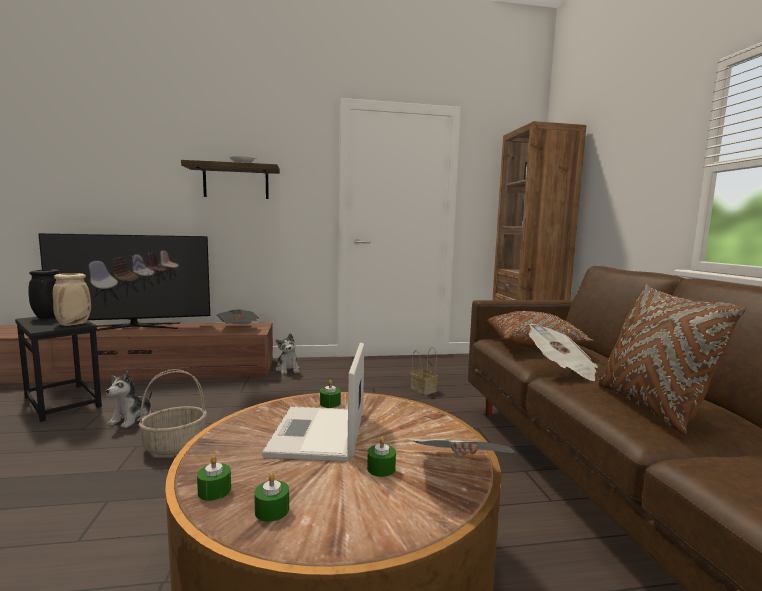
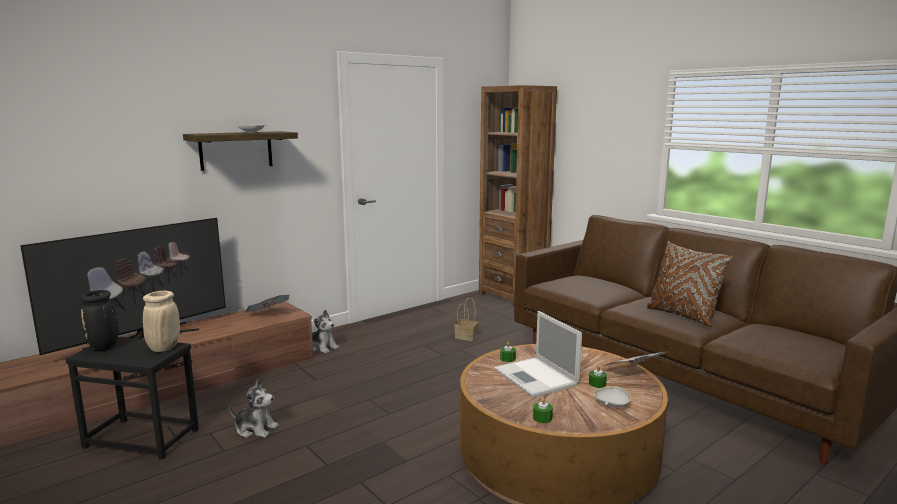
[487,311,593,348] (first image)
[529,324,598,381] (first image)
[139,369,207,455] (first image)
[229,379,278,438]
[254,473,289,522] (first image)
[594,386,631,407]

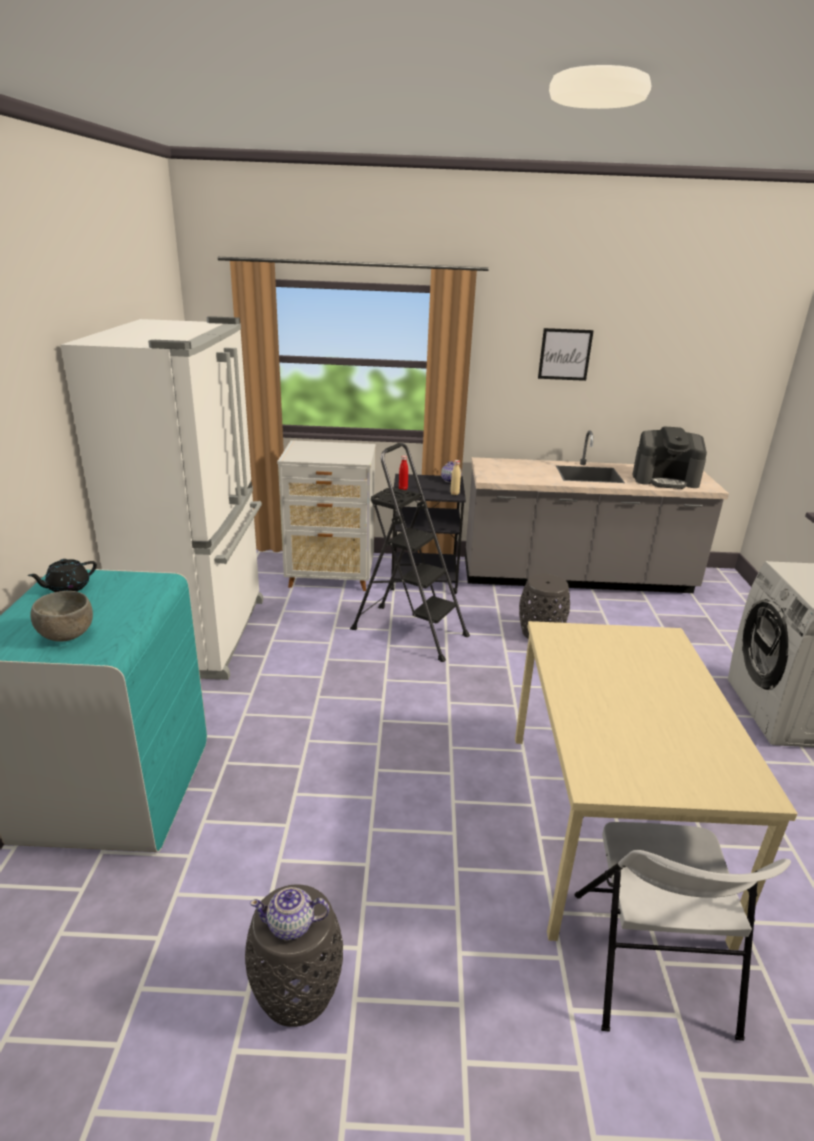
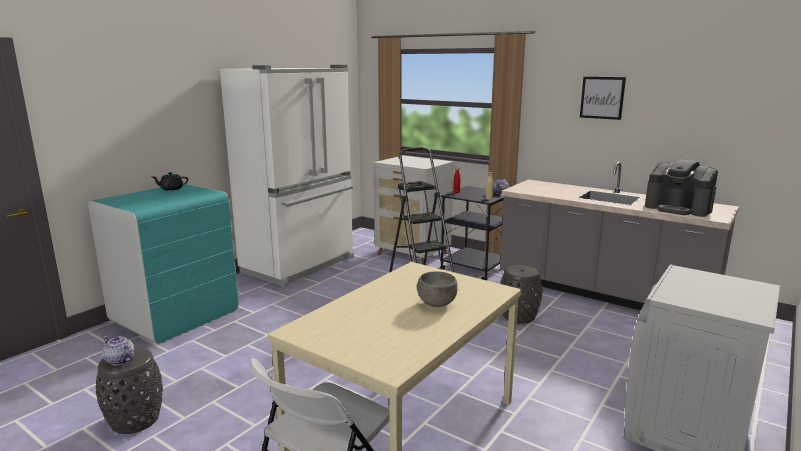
[417,271,458,307]

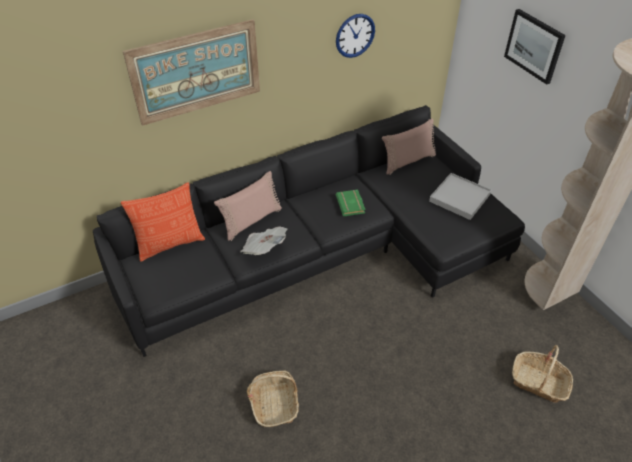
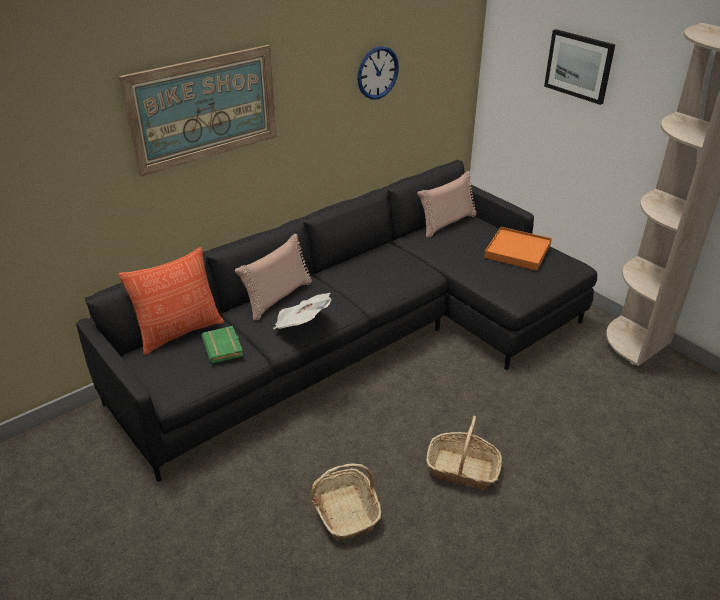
[484,227,552,271]
[201,326,243,364]
[426,415,502,490]

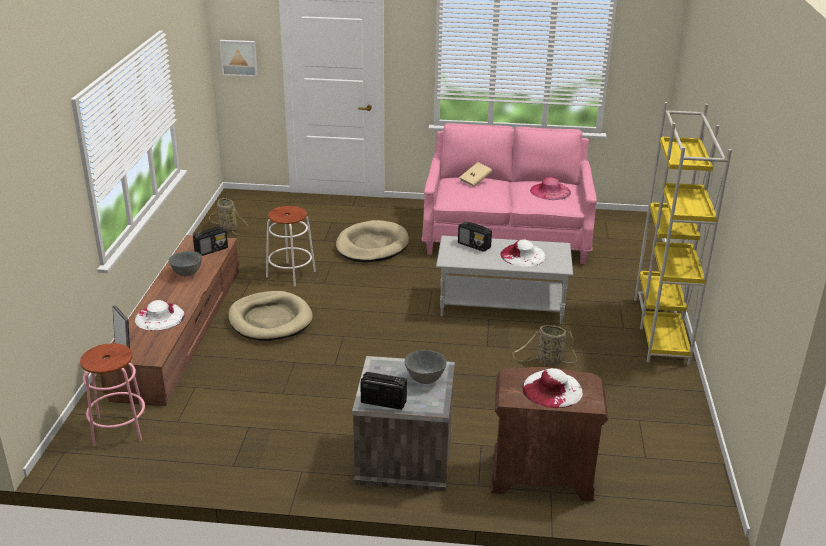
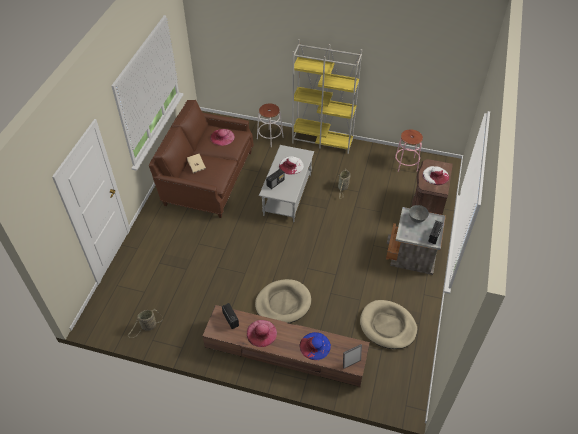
[220,40,258,77] (first image)
[149,100,254,218]
[257,104,284,147]
[360,300,417,349]
[247,320,277,347]
[299,332,331,360]
[395,129,423,172]

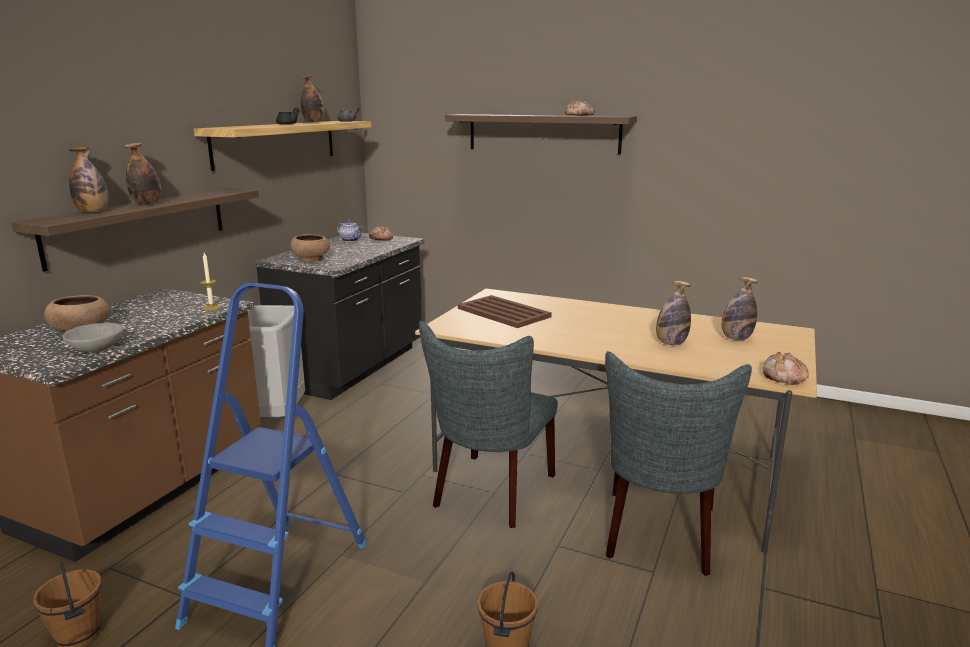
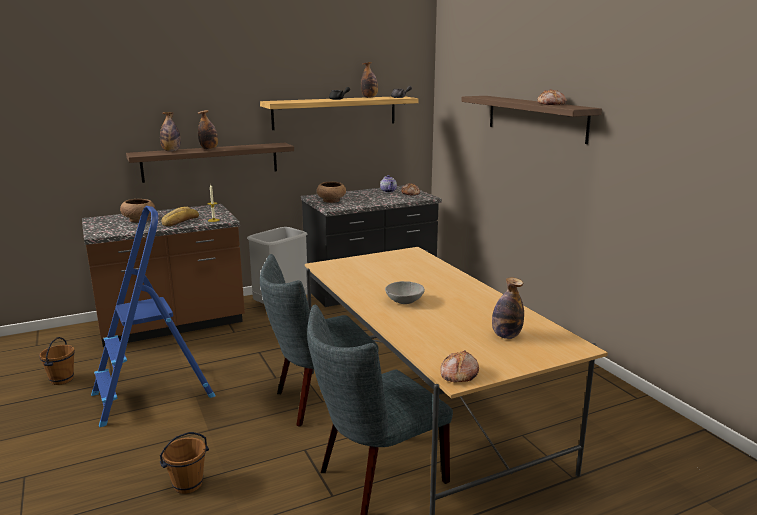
[656,280,691,345] (first image)
[458,295,552,328] (first image)
[385,281,425,304]
[161,207,199,226]

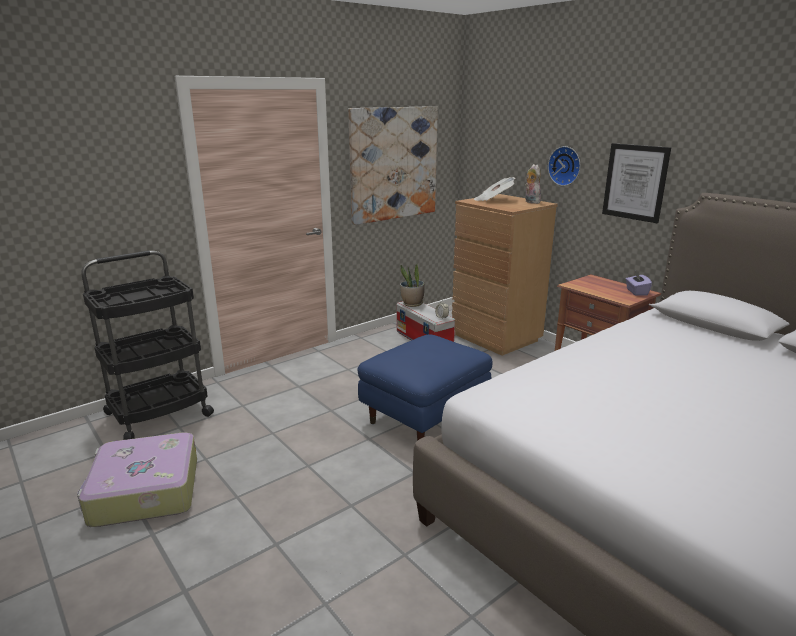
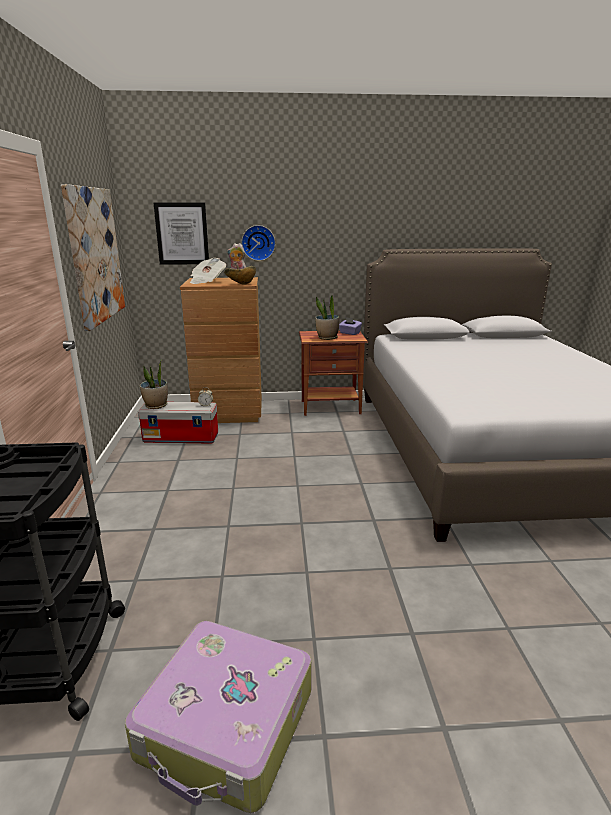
[154,203,209,265]
[357,334,492,441] (first image)
[224,266,256,285]
[315,296,339,340]

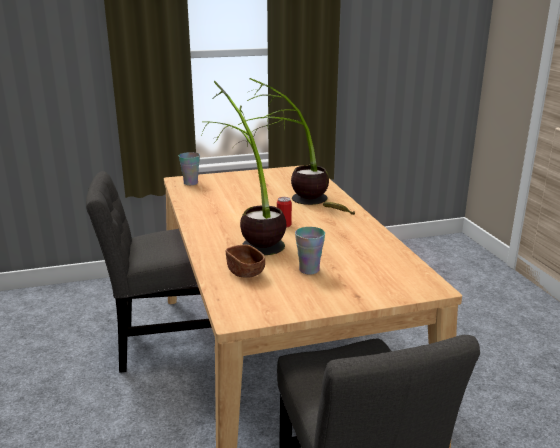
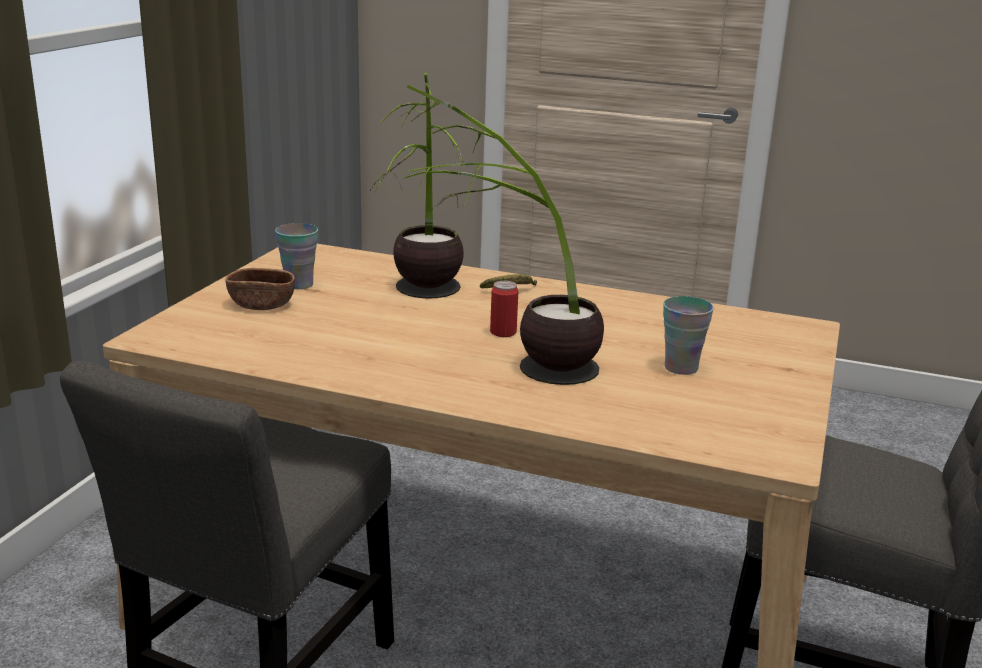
[275,223,318,289]
[225,268,295,310]

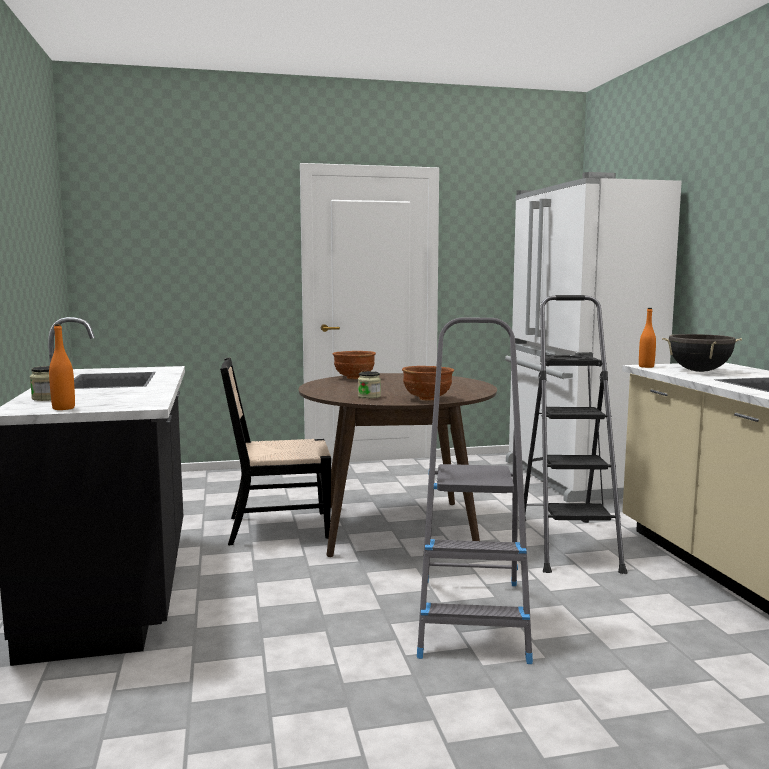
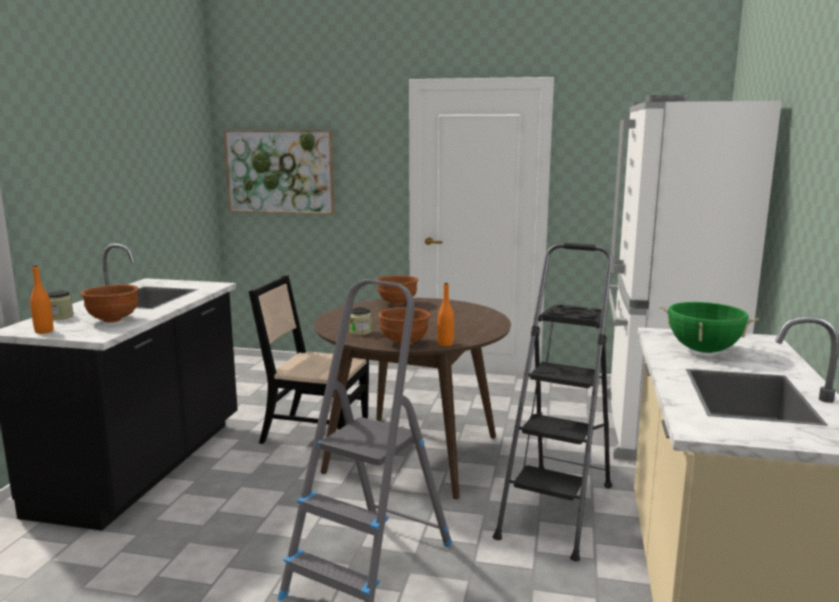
[438,283,454,346]
[660,302,759,353]
[223,130,335,215]
[81,284,139,323]

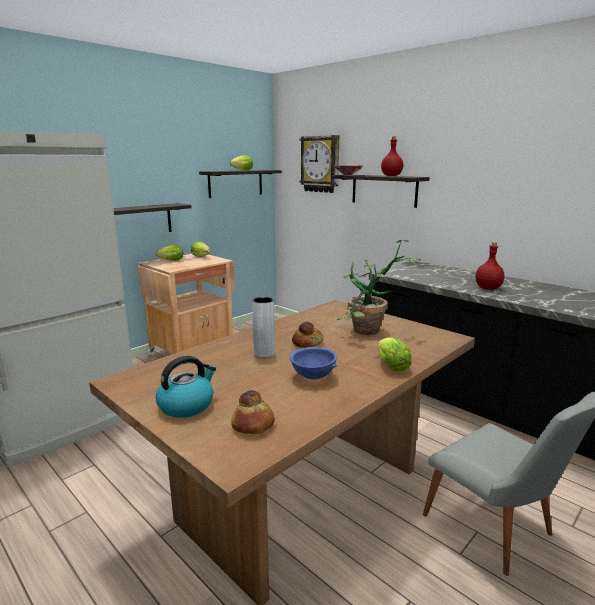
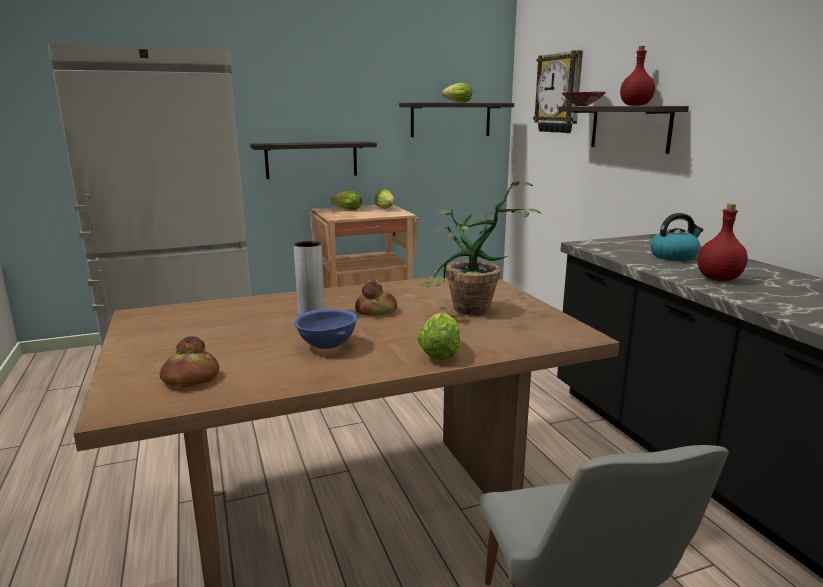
[651,213,703,261]

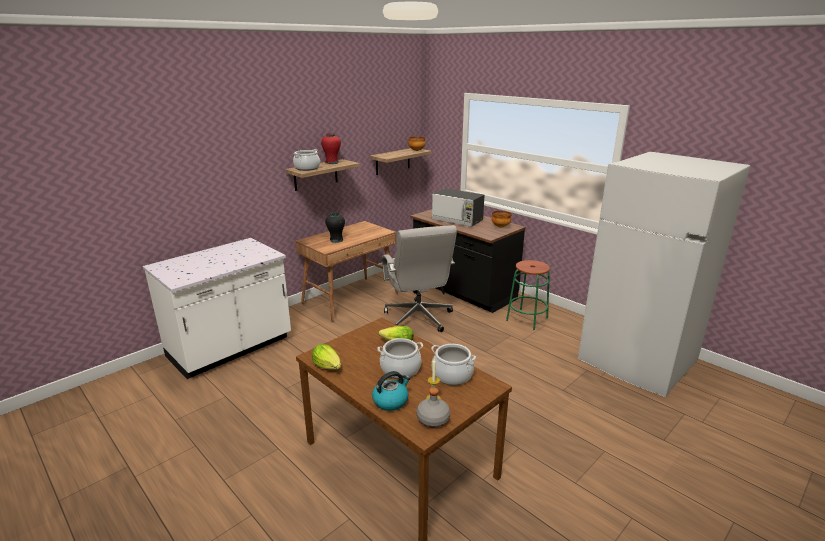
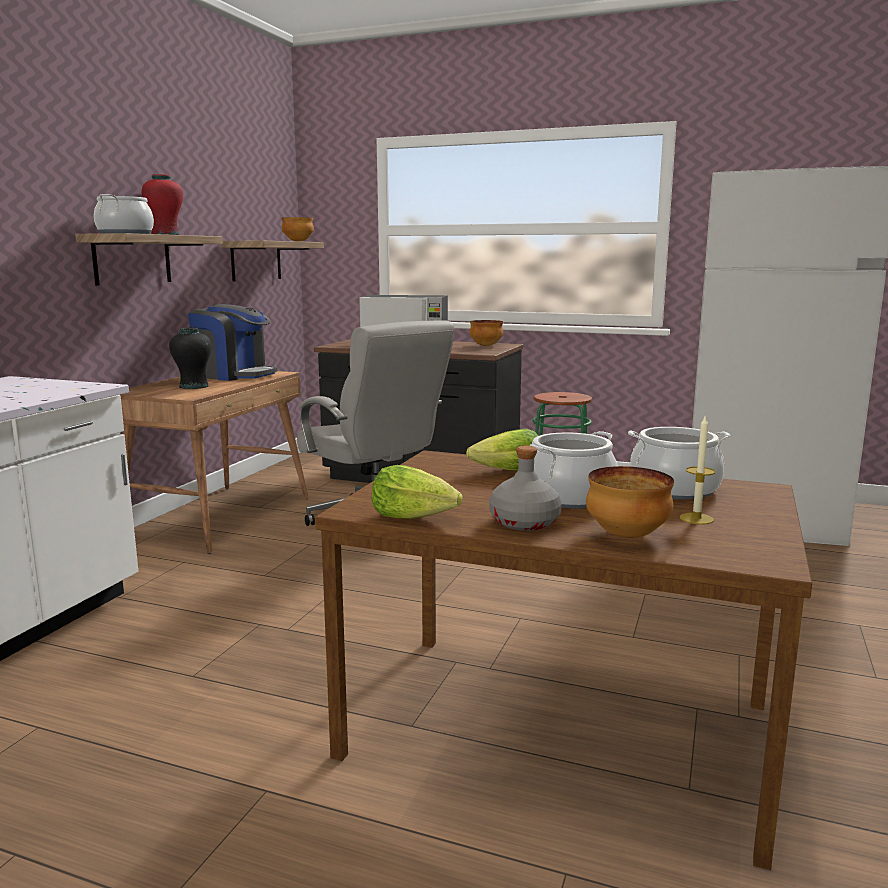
[586,466,674,538]
[489,446,562,531]
[188,304,278,381]

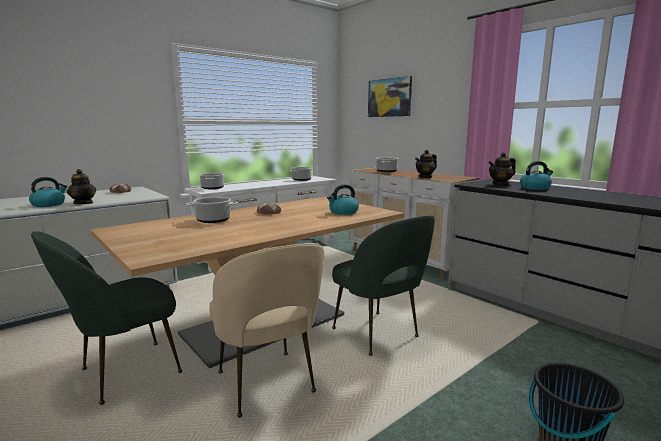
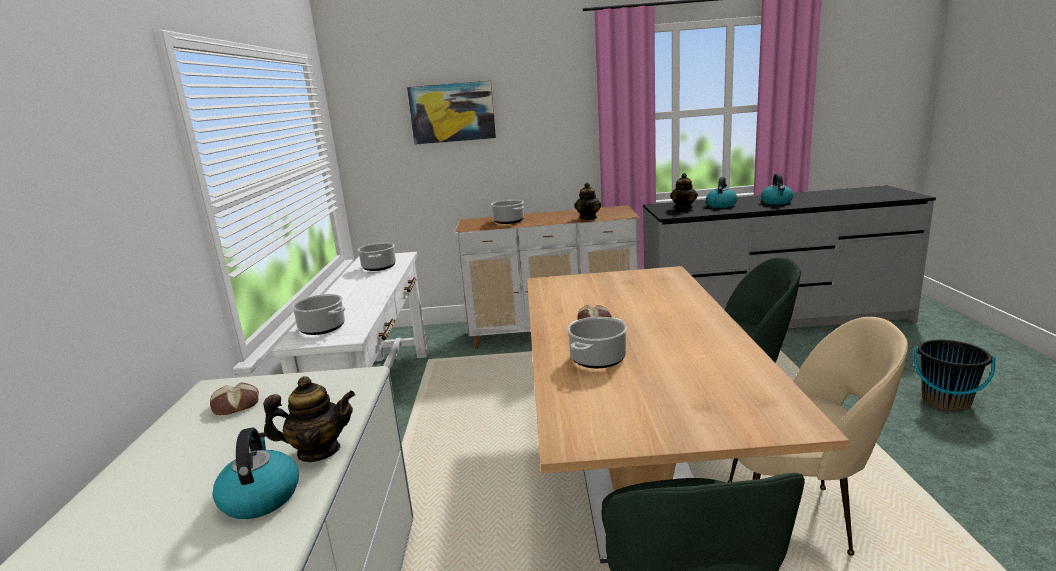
[761,174,793,205]

